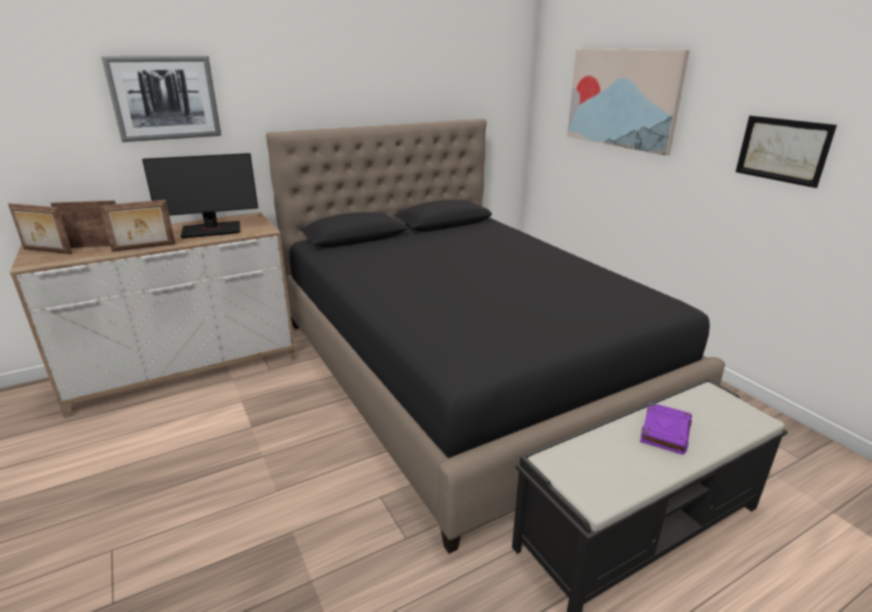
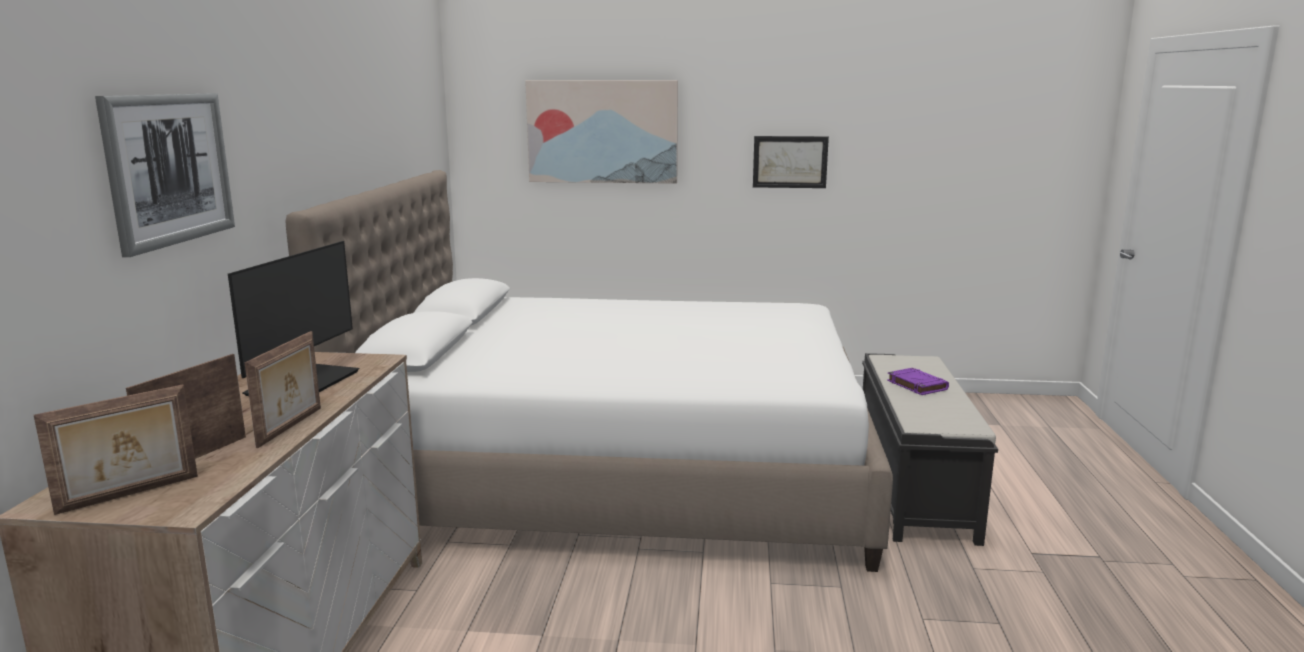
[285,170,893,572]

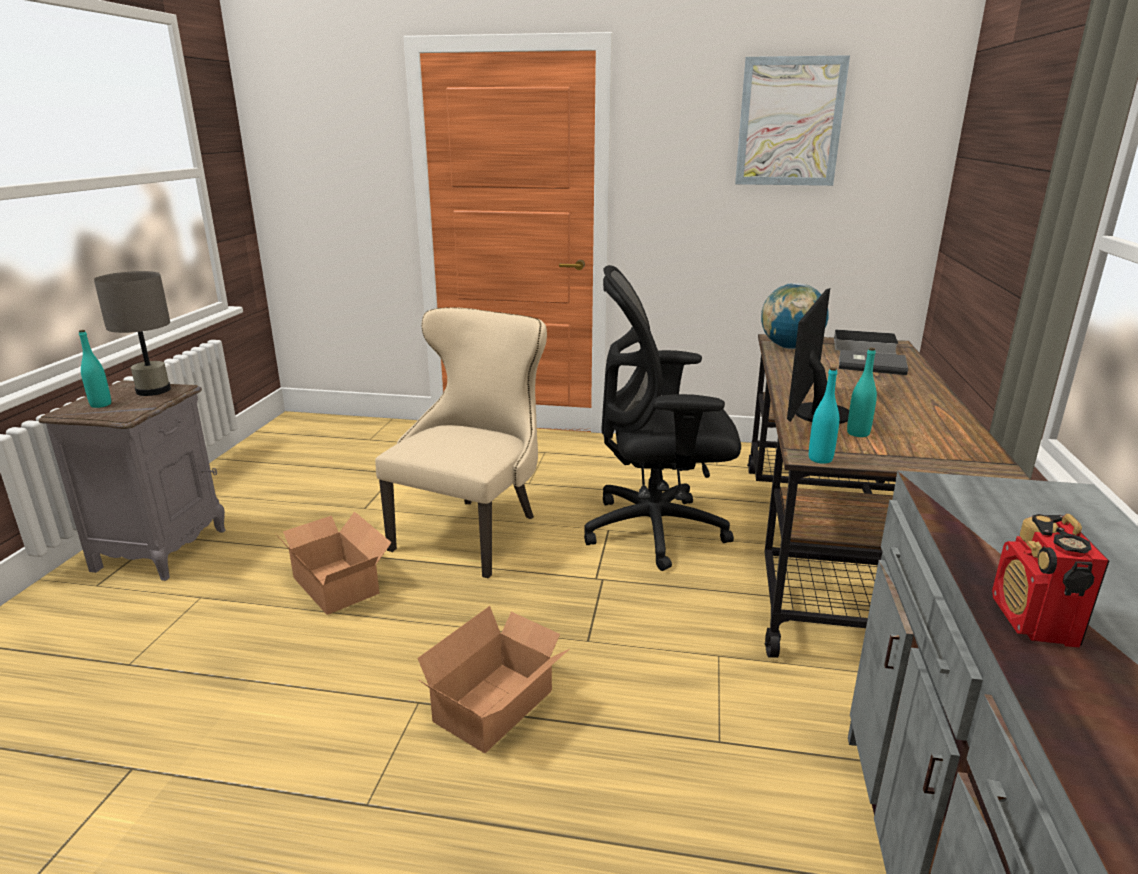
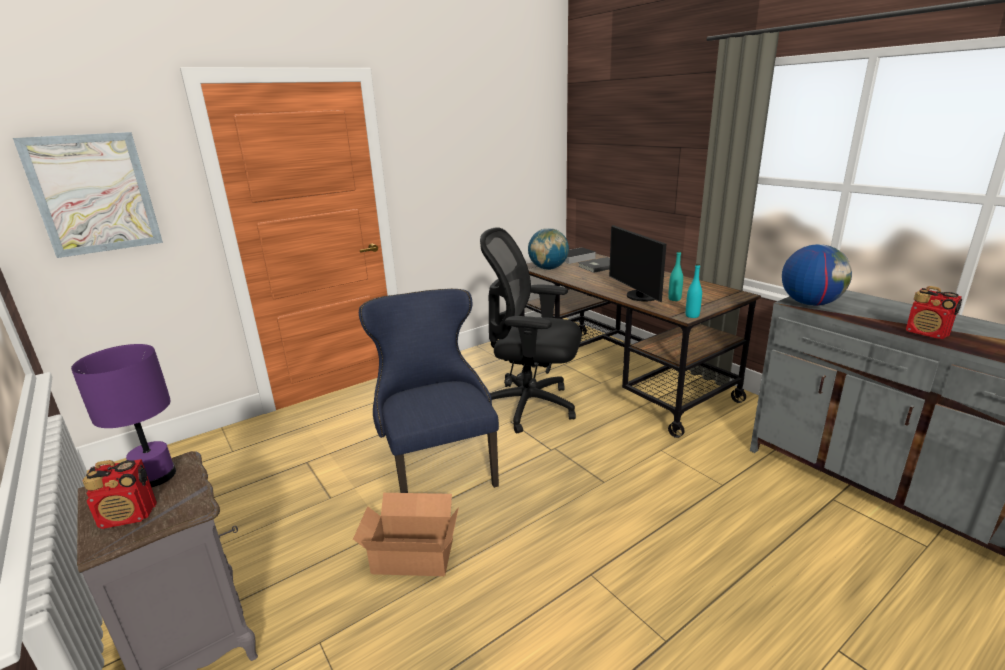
[13,132,163,258]
[480,227,582,434]
[71,344,176,487]
[359,288,499,493]
[83,459,157,529]
[418,606,569,753] (first image)
[782,244,852,306]

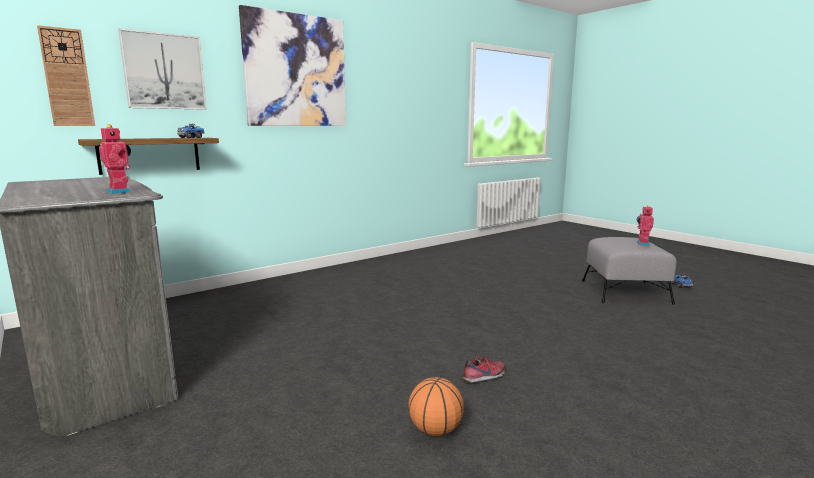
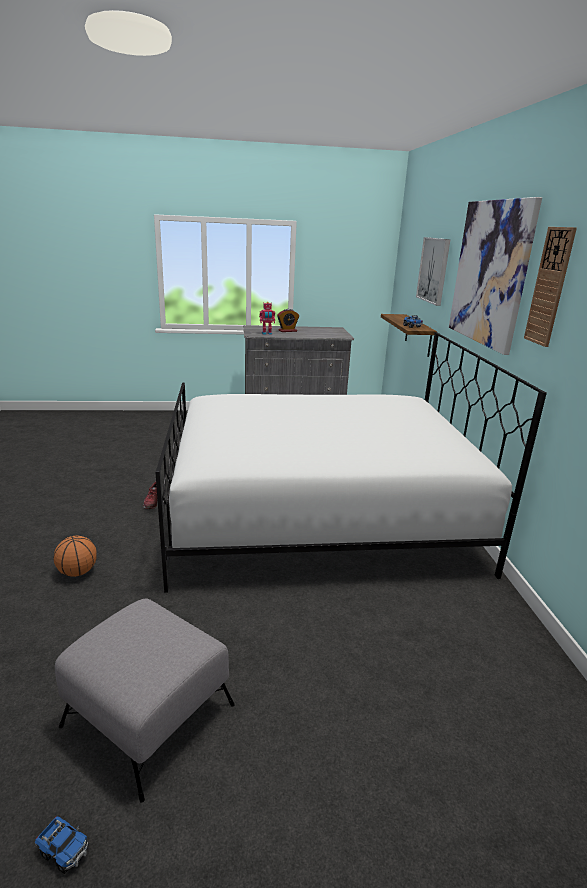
[524,227,577,347]
[637,205,654,246] (first image)
[54,536,97,577]
[277,309,299,332]
[155,332,547,593]

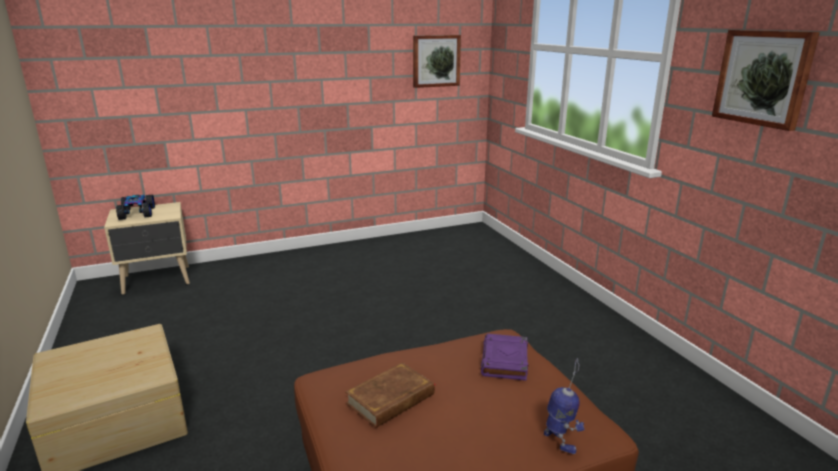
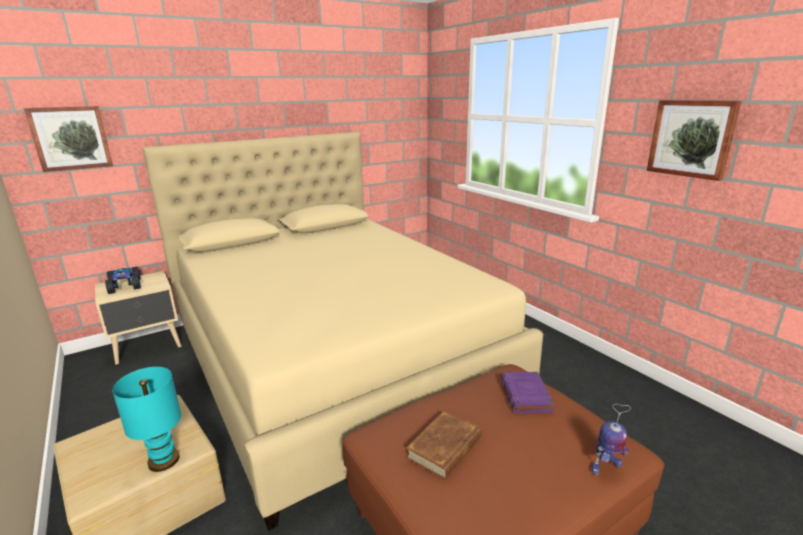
[24,106,113,172]
[591,404,631,475]
[143,132,543,531]
[112,367,181,472]

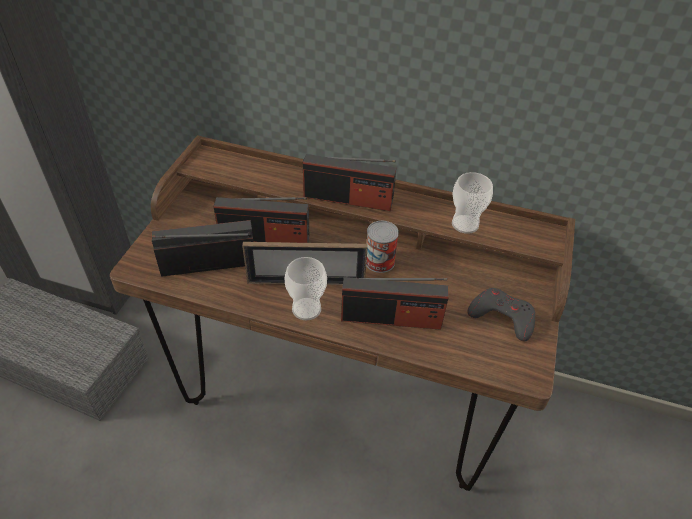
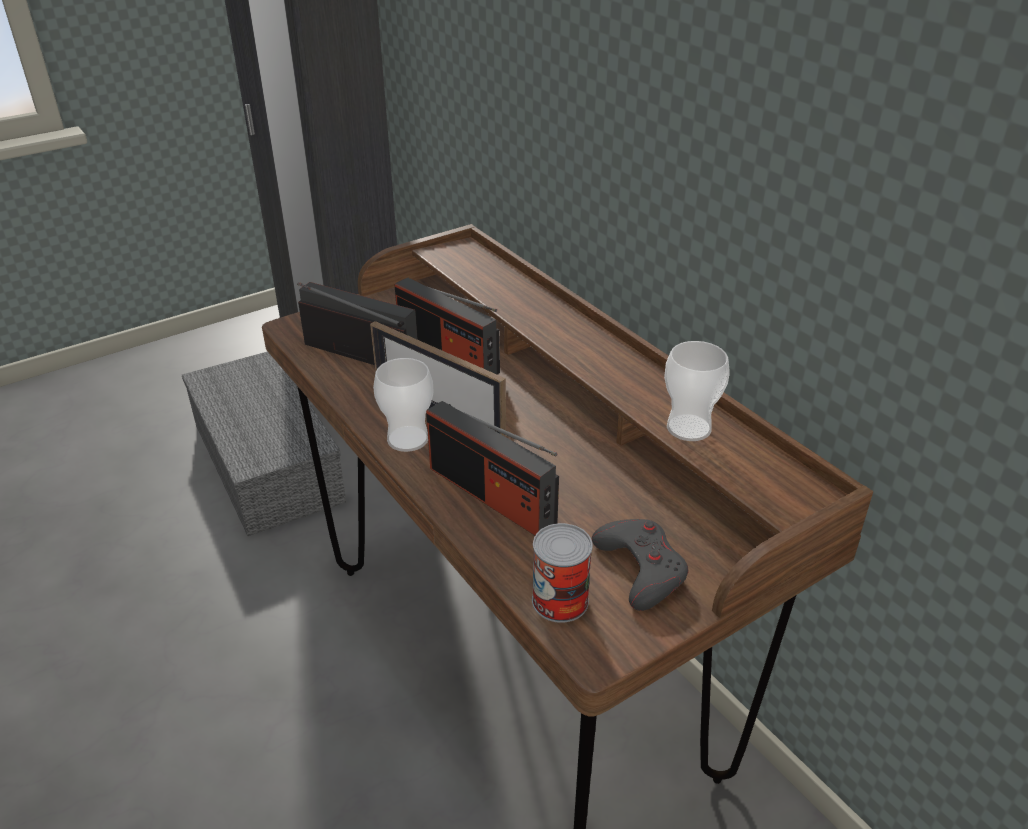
[303,154,396,211] (first image)
[532,523,593,623]

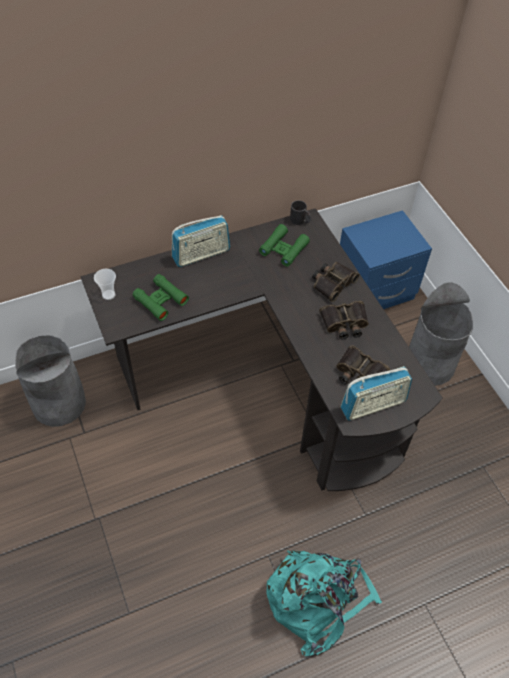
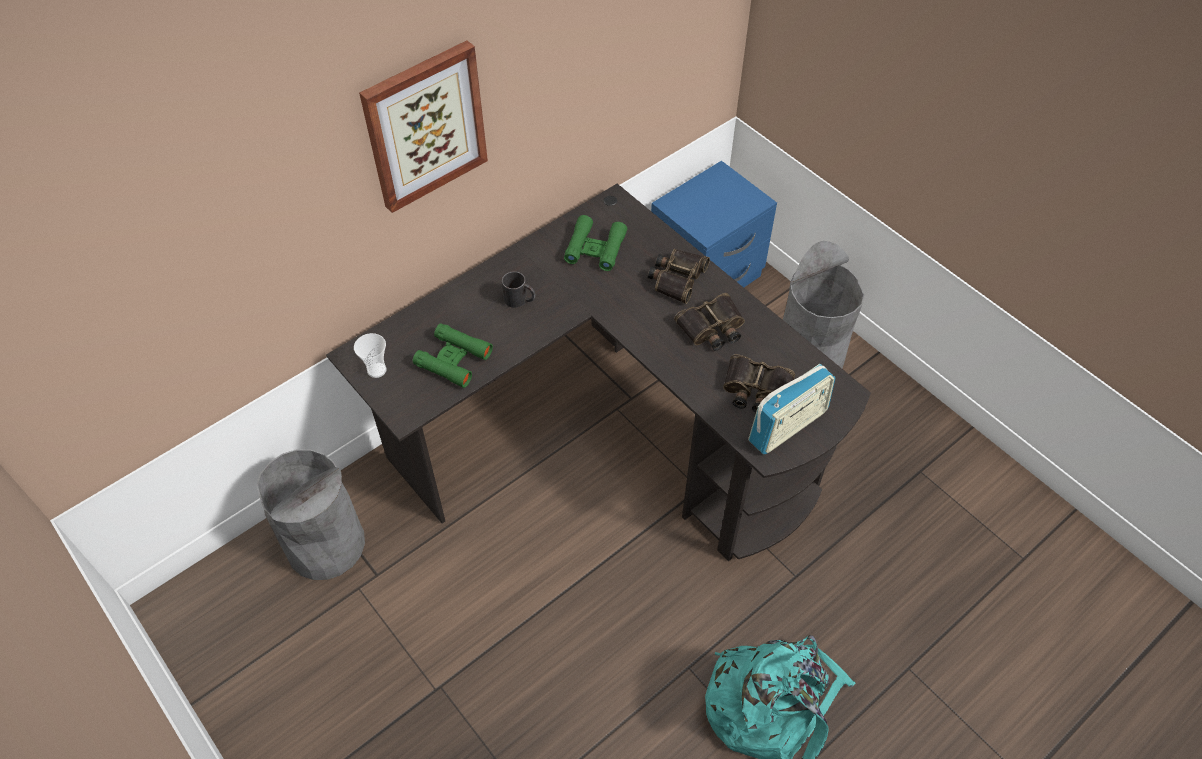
[502,271,535,308]
[172,215,230,267] (first image)
[359,41,488,213]

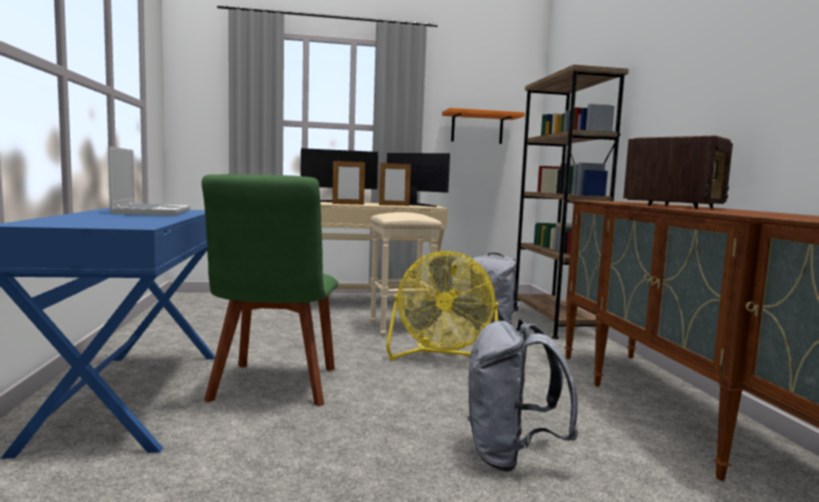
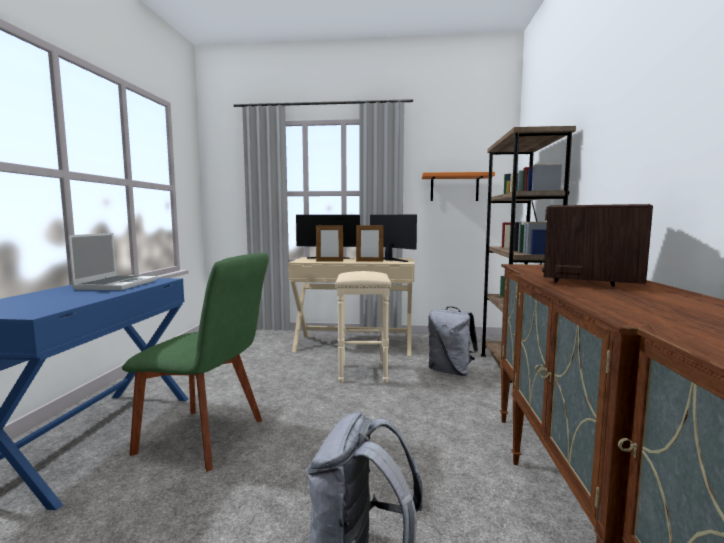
[542,204,653,287]
[122,253,269,472]
[386,251,498,361] (first image)

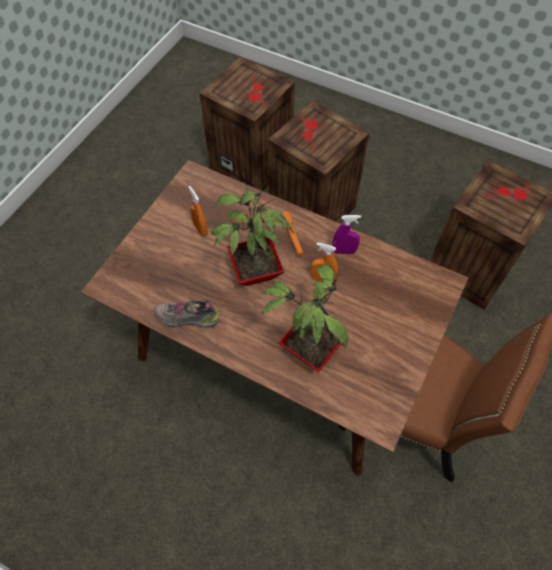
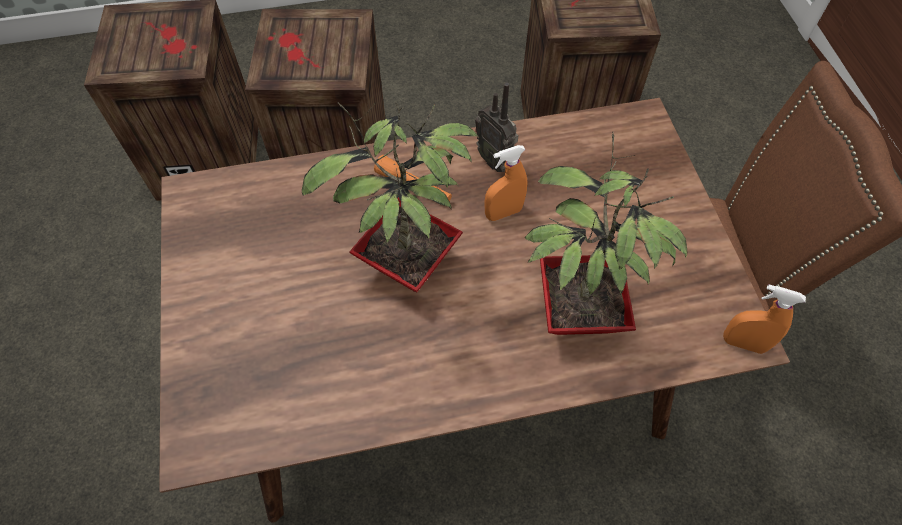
[723,284,806,354]
[475,82,519,172]
[154,299,221,328] (first image)

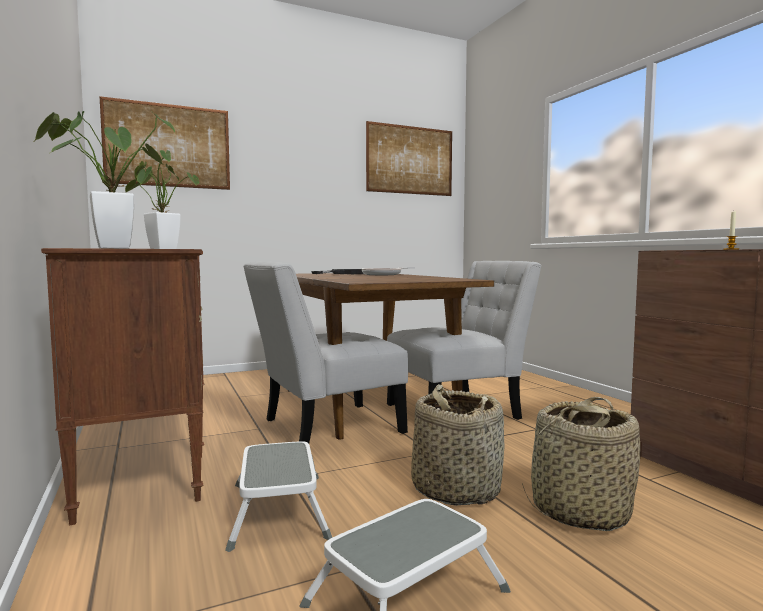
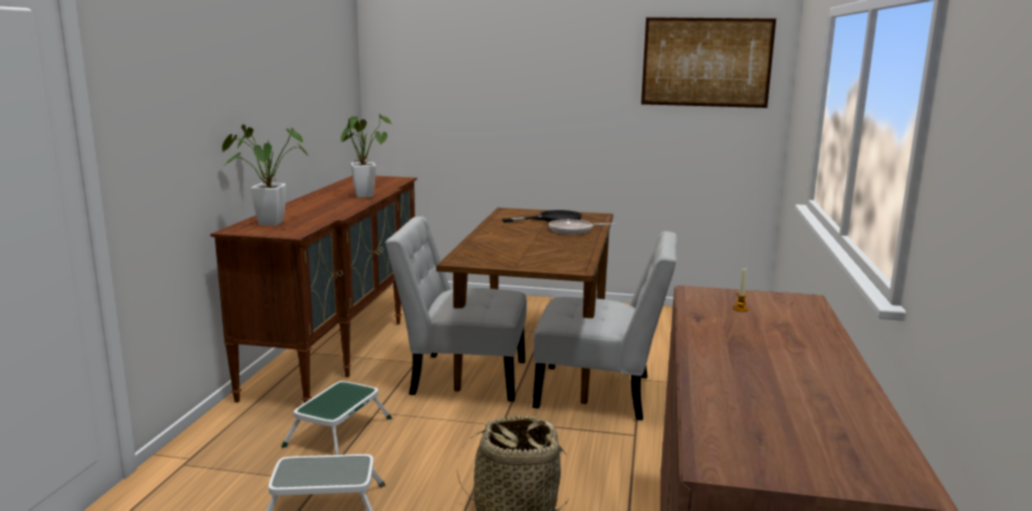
[99,96,230,190] (first image)
[411,384,504,506] (first image)
[281,381,392,455]

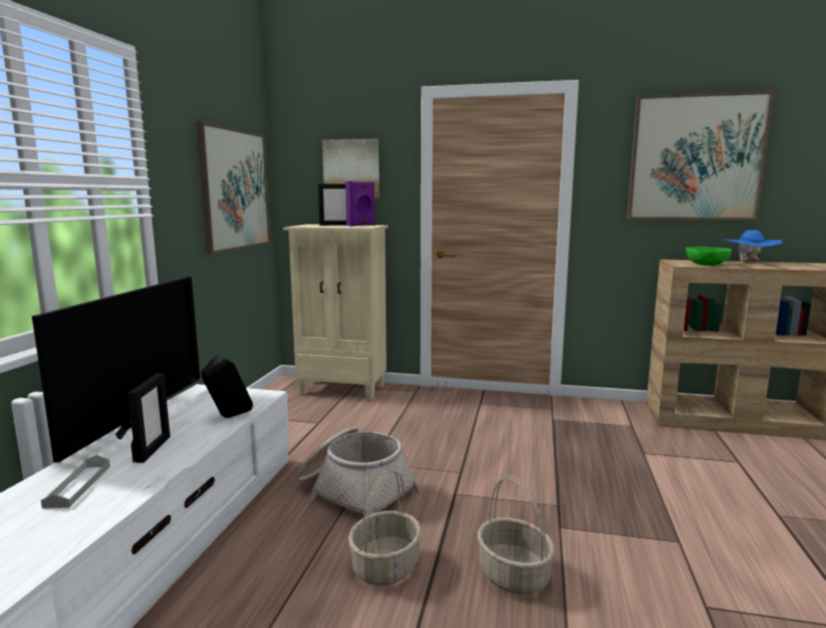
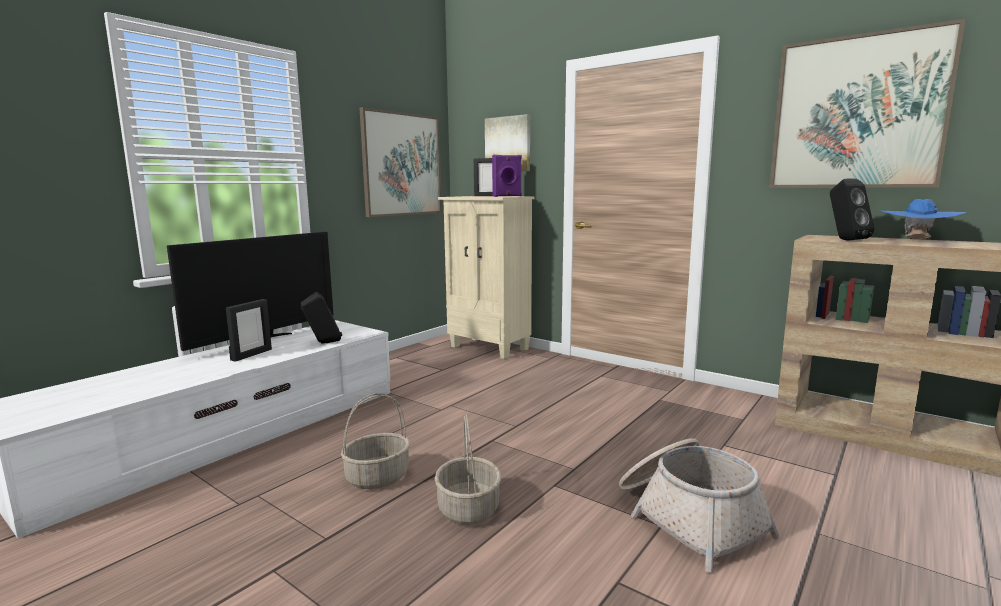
[830,178,874,241]
[619,438,780,573]
[41,455,110,508] (first image)

